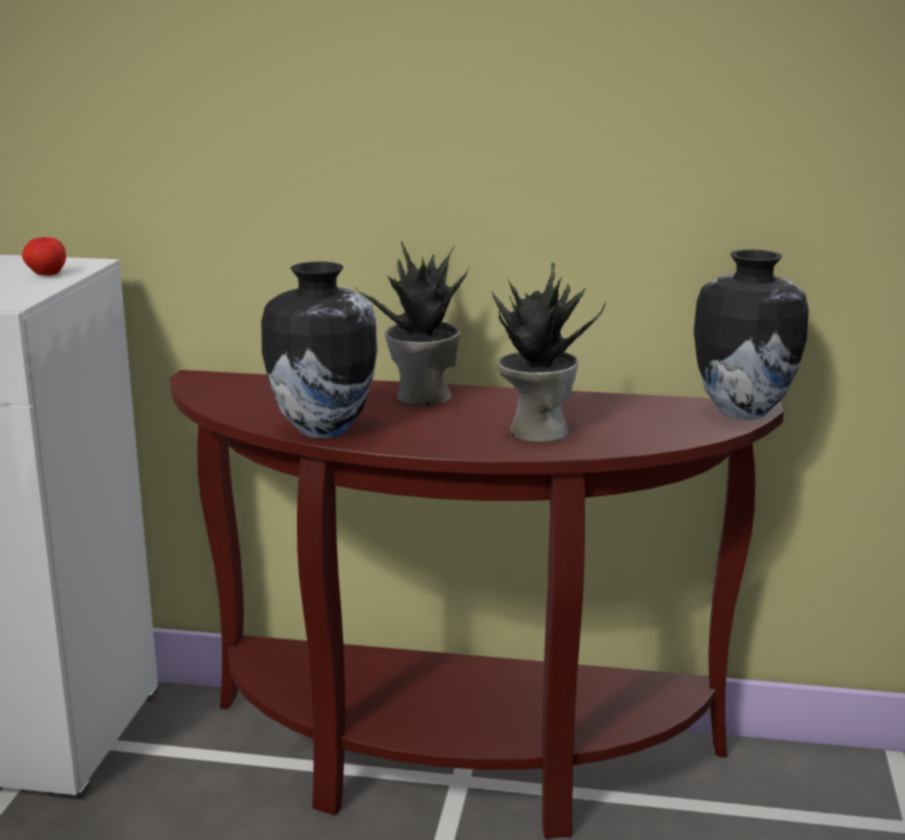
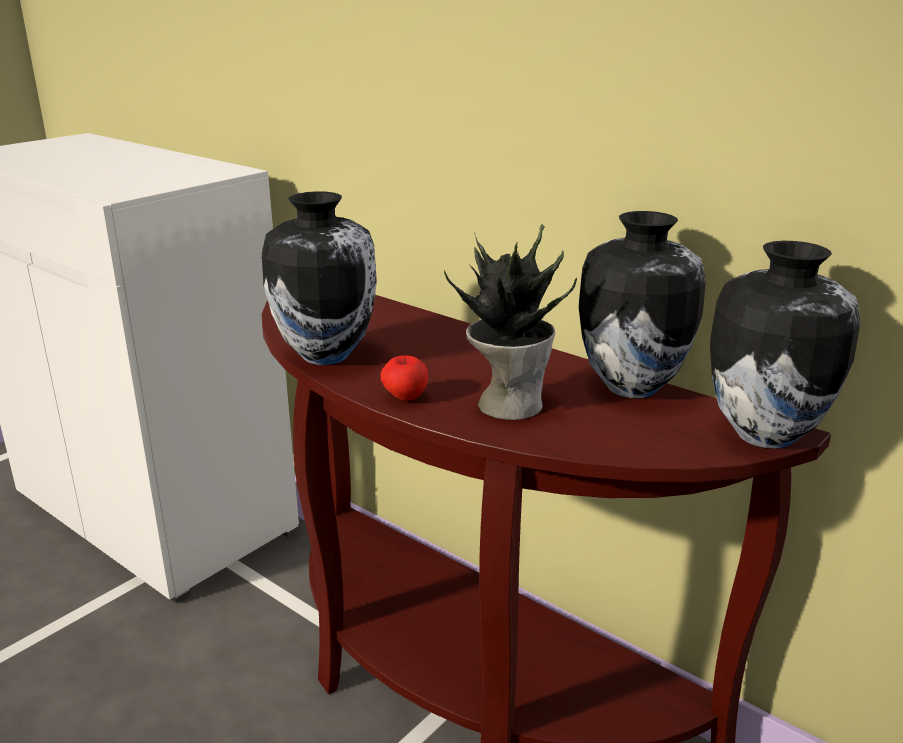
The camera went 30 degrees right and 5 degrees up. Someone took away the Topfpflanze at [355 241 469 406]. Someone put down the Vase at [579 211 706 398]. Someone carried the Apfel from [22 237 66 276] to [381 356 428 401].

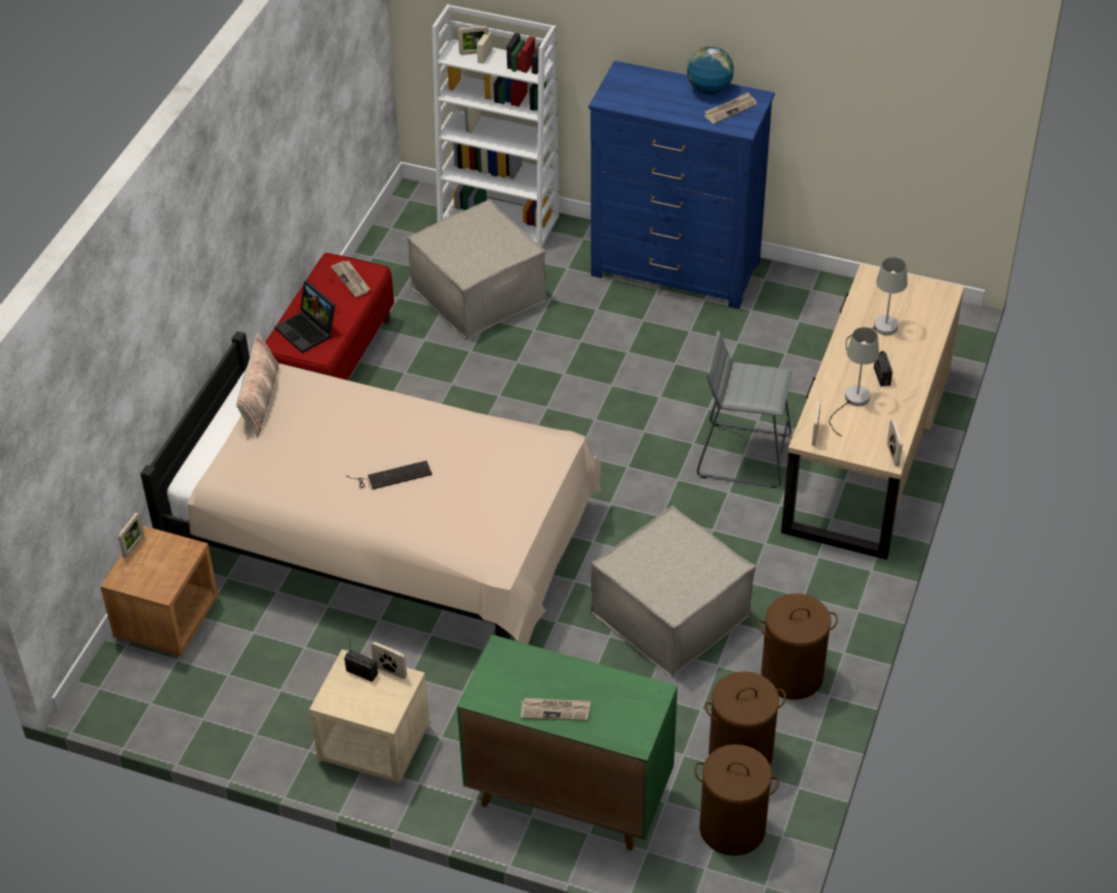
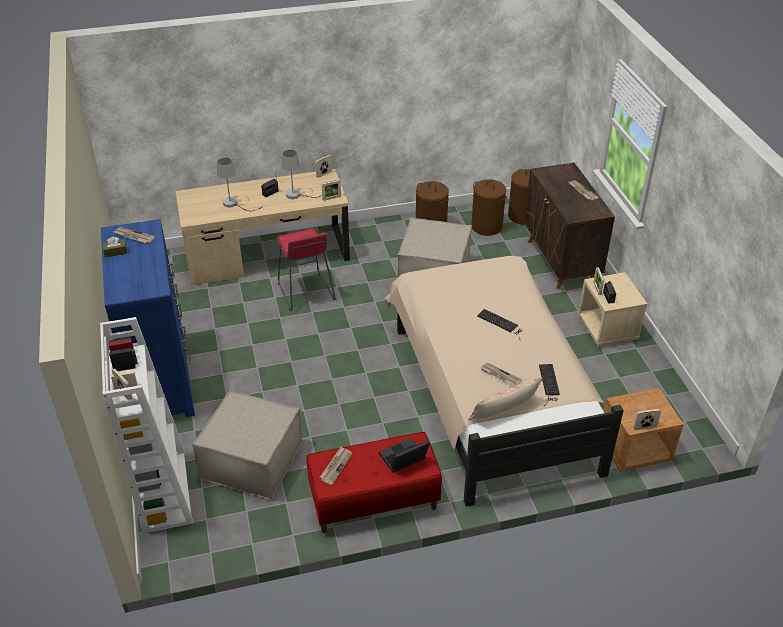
The camera went 125 degrees left and 5 degrees down. Someone put down the Zeitung at [480 363 522 387]. Someone put down the Tastatur at [539 364 560 406]. Someone swapped the Globus at [687 47 734 94] for the Taschentuchbox [braun] at [103 237 127 257]. Someone repainted the Schrank [grün] at [457 635 677 850], which became the Schrank [braun] at [524 163 615 289]. Someone repainted the Hocker [grau] at [697 330 792 488], which became the Hocker [rot] at [277 228 336 311]. Someone rotated the Laptop at [275 281 335 353] by 135 degrees counterclockwise.

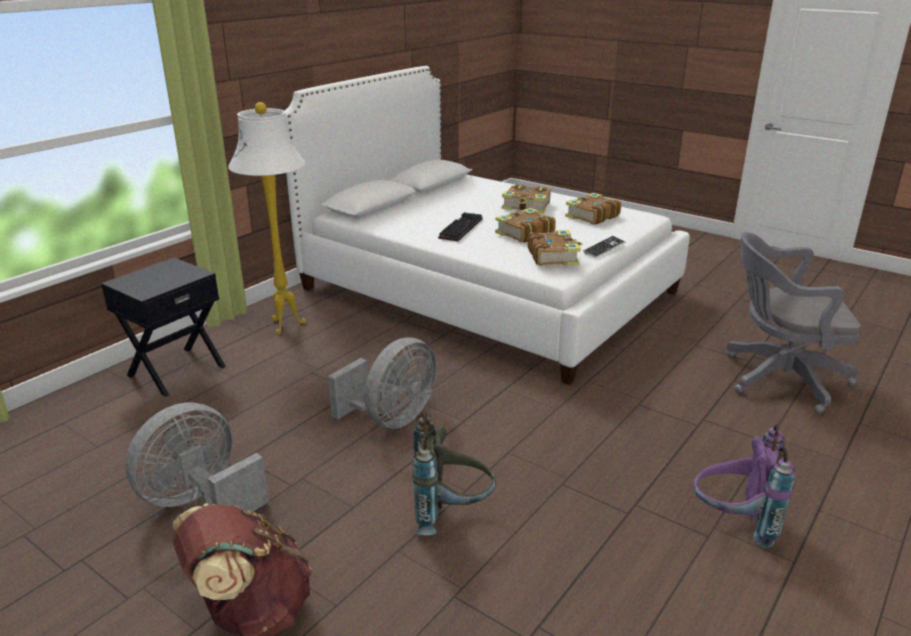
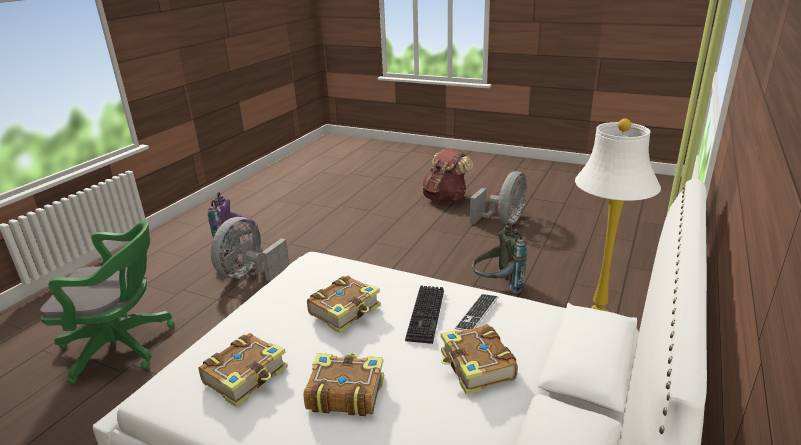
The camera went 170 degrees right and 0 degrees up. Someone took away the Nachttisch [schwarz] at [101 258 226 397]. Someone carried the Ventilator [grau] from [328 337 436 429] to [211 217 290 282]. Someone carried the Rucksack [grau] from [413 413 496 535] to [472 222 527 293]. Someone carried the Buch from [528 230 583 266] to [441 324 518 394]. Someone carried the Tastatur from [583 236 626 258] to [455 294 499 331]. Someone repainted the Bürostuhl [grau] at [726 232 861 414], which became the Bürostuhl [grün] at [40 221 175 384].

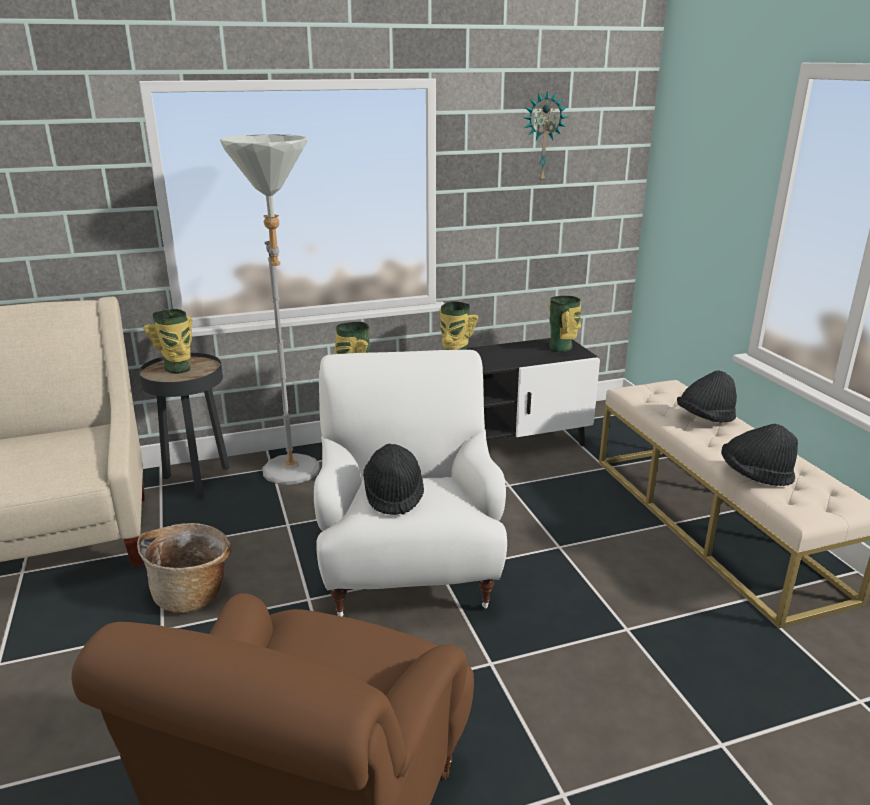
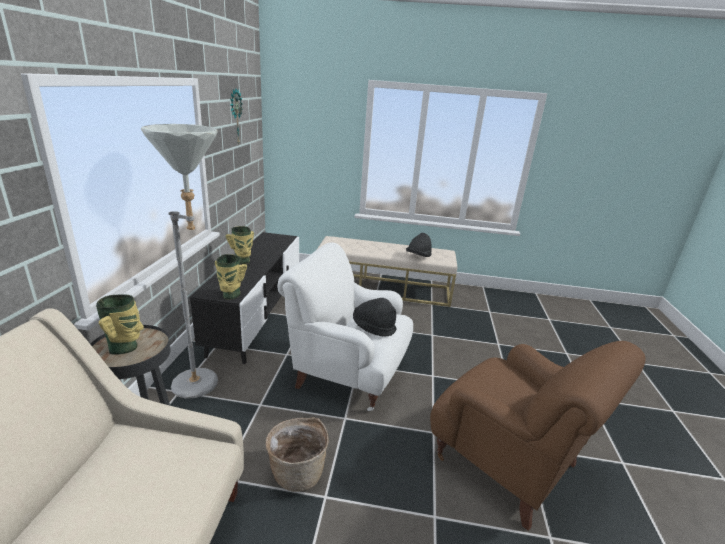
The camera went 65 degrees left and 0 degrees up. Someone took away the Vase at [548 296 581 352]. Someone took away the Hut [schwarz] at [677 371 737 423].

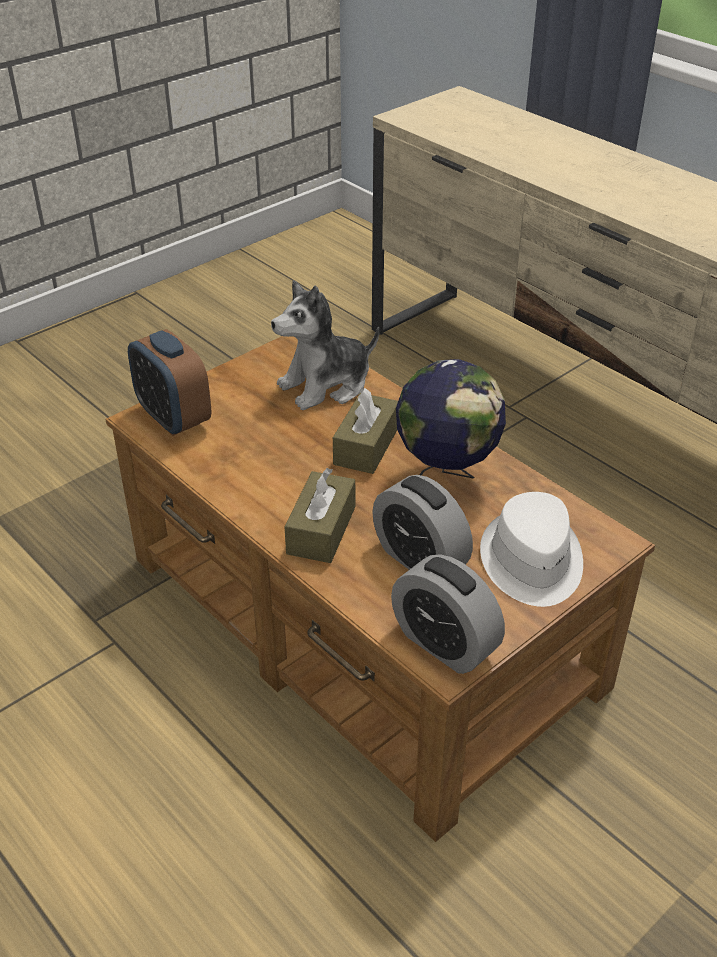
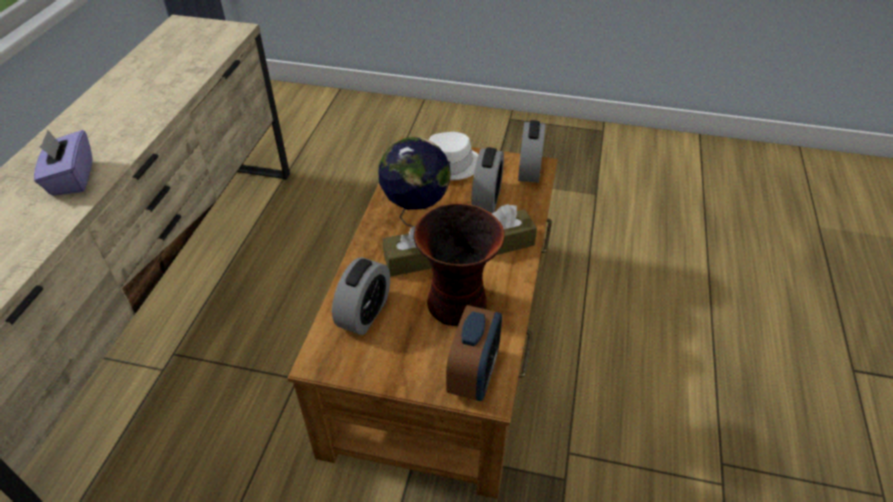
The camera went 125 degrees left and 5 degrees up. Someone put down the Taschentuchbox [lila] at [34 130 93 196]. Someone put down the Vase at [414 203 505 326]. Someone swapped the Plüschtier at [271 280 380 410] for the Wecker at [332 257 390 335].

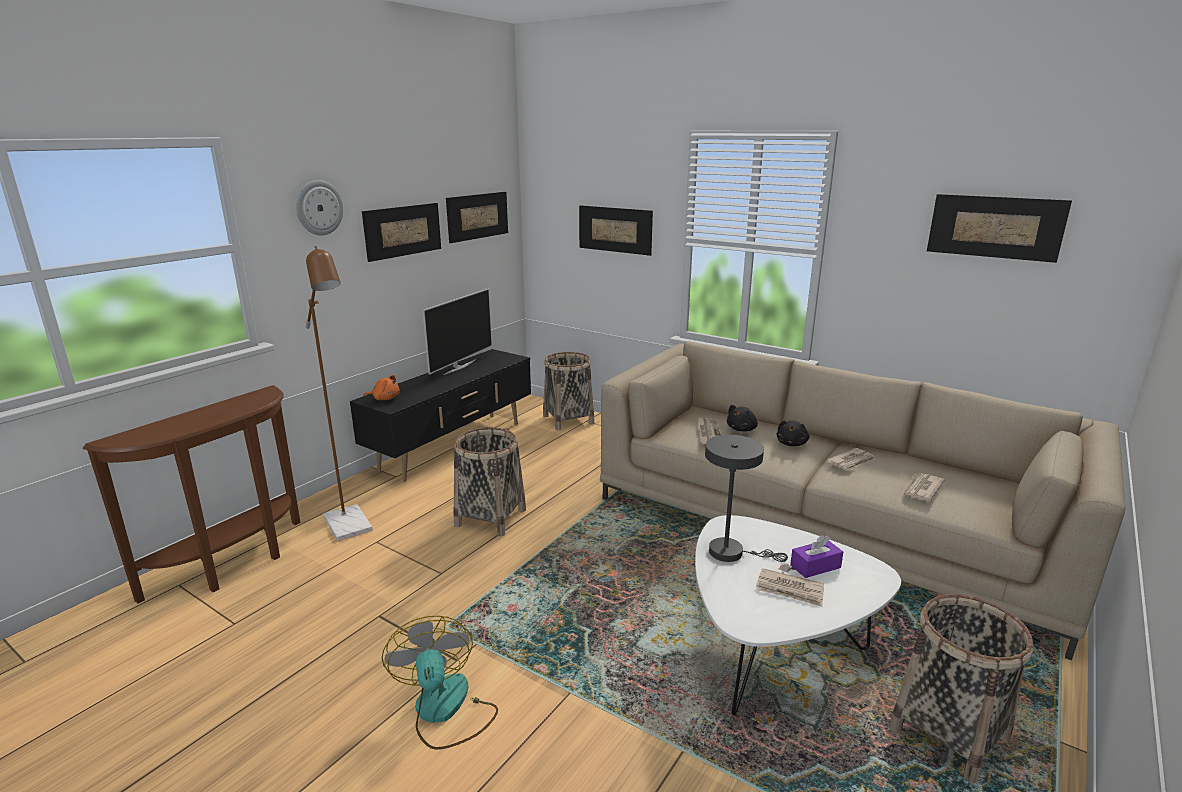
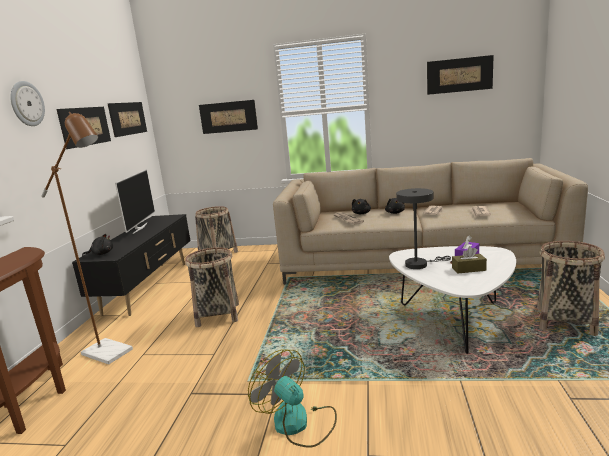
The camera went 25 degrees left and 5 degrees down. Someone swapped the Zeitung at [756 568 824 607] for the Taschentuchbox [braun] at [452 246 487 273]. Someone repainted the Plüschtier [orange] at [364 375 400 400], which became the Plüschtier [schwarz] at [82 234 113 256].

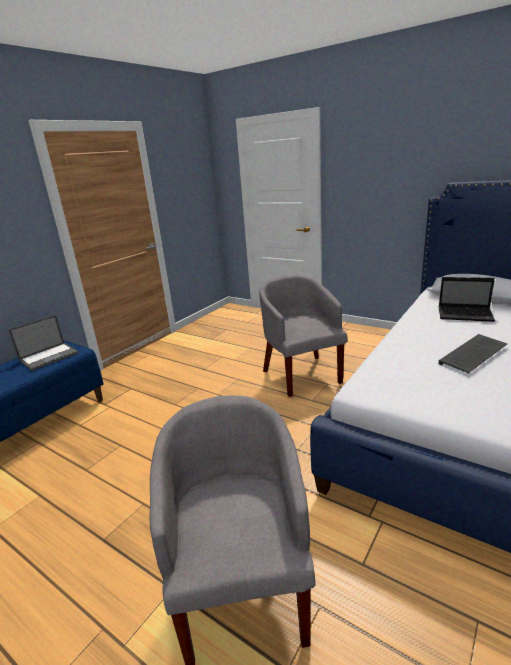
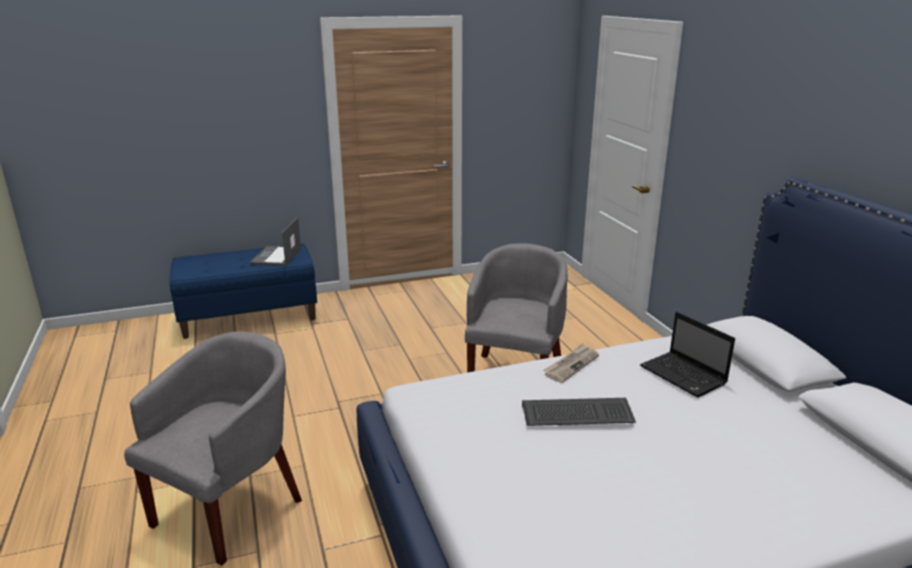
The camera went 35 degrees right and 0 degrees up. Someone put down the Zeitung at [543 343 599 383]. Someone rotated the Laptop at [8 315 79 371] by 105 degrees clockwise.

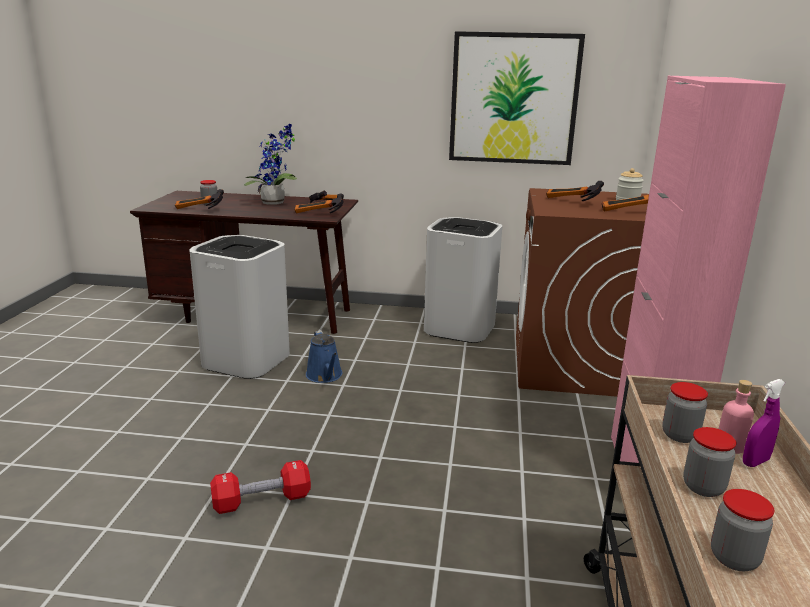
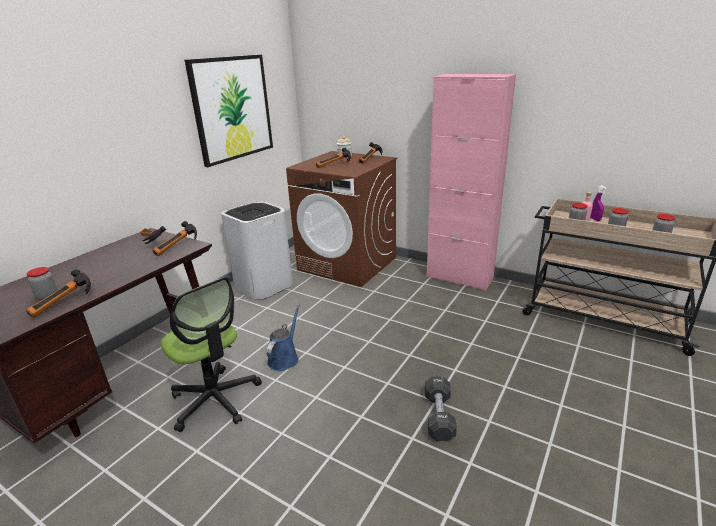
The camera went 65 degrees left and 5 degrees up. Someone took away the Topfpflanze at [244 124 297 205]. Someone swapped the Mülleimer [weiß] at [189 235 290 379] for the Bürostuhl at [161 277 262 432]. Someone repainted the Hantel [rot] at [210 460 311 514], which became the Hantel [schwarz] at [425 376 457 441]. Someone rotated the Gießkanne [blau] at [306 330 343 383] by 75 degrees counterclockwise.

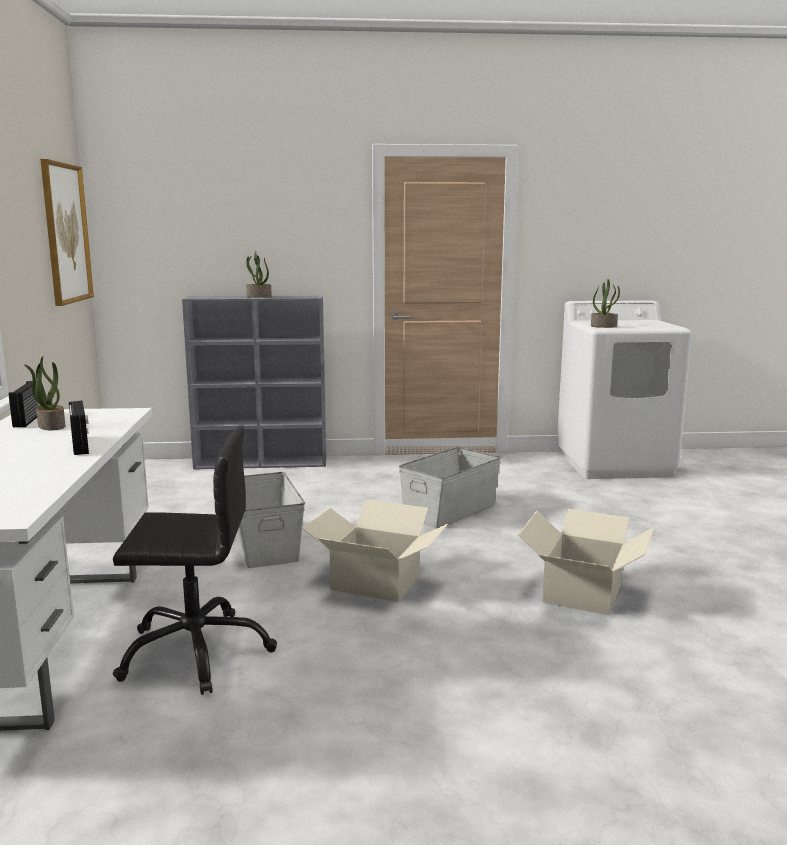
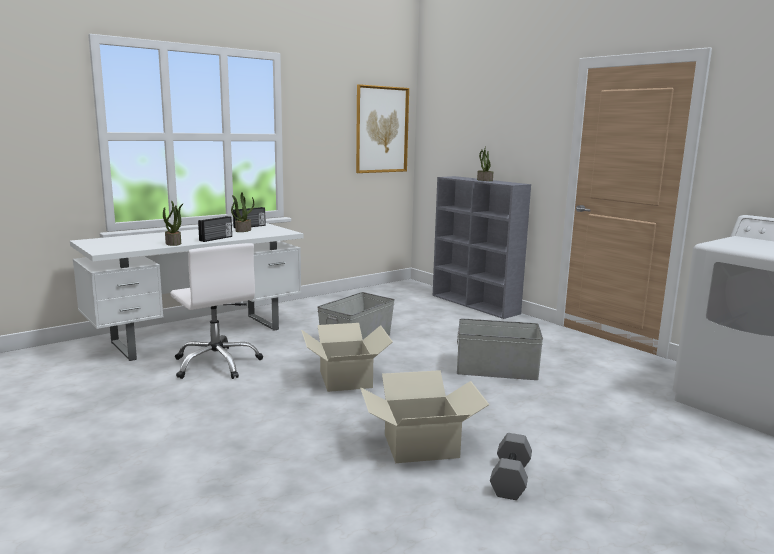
The camera went 55 degrees right and 0 degrees up. Someone put down the Hantel [grau] at [490 433 532 500]. Someone carried the Topfpflanze from [591 279 620 328] to [163 200 184 246]. Someone repainted the Bürostuhl [schwarz] at [113 427 277 695], which became the Bürostuhl [weiß] at [170 243 263 379].

